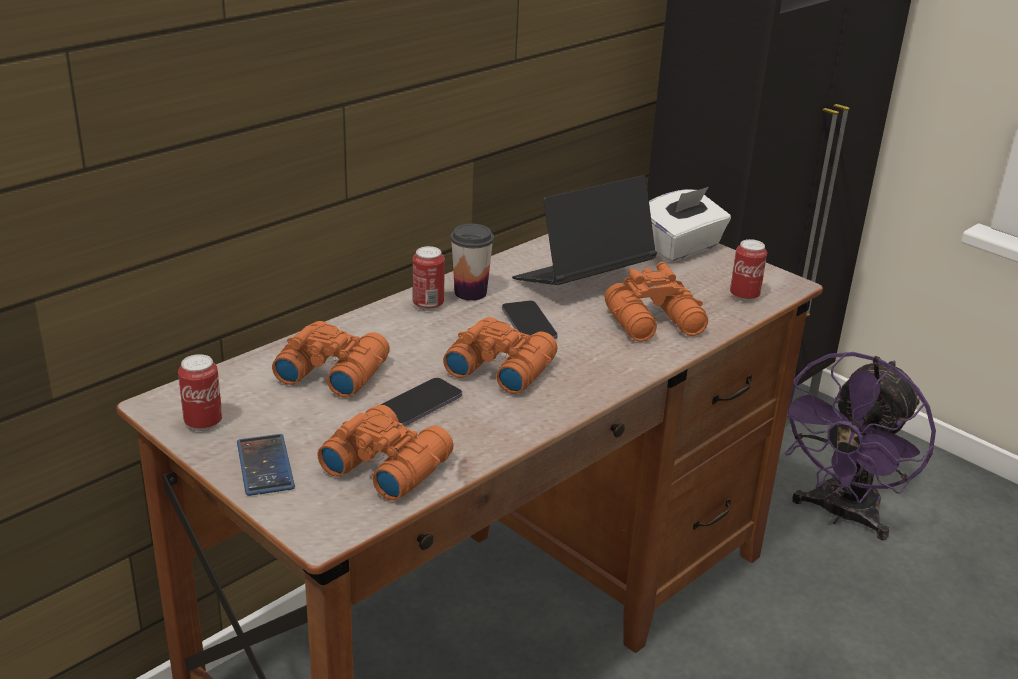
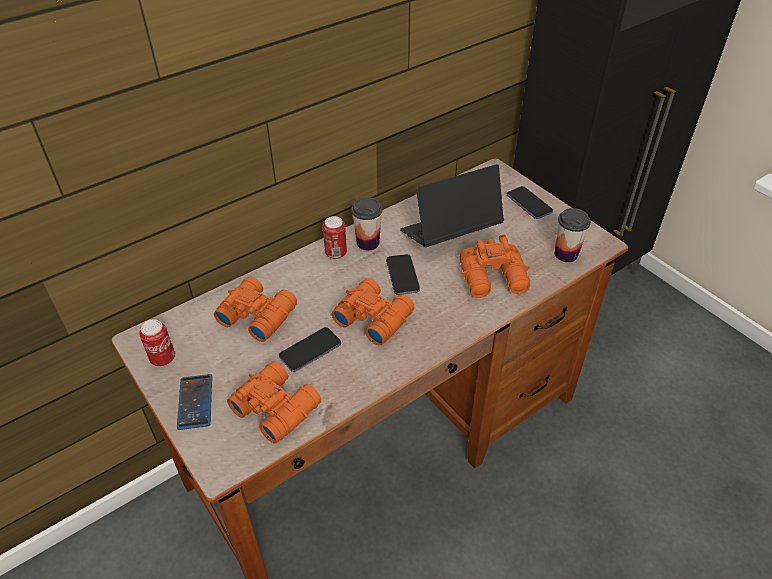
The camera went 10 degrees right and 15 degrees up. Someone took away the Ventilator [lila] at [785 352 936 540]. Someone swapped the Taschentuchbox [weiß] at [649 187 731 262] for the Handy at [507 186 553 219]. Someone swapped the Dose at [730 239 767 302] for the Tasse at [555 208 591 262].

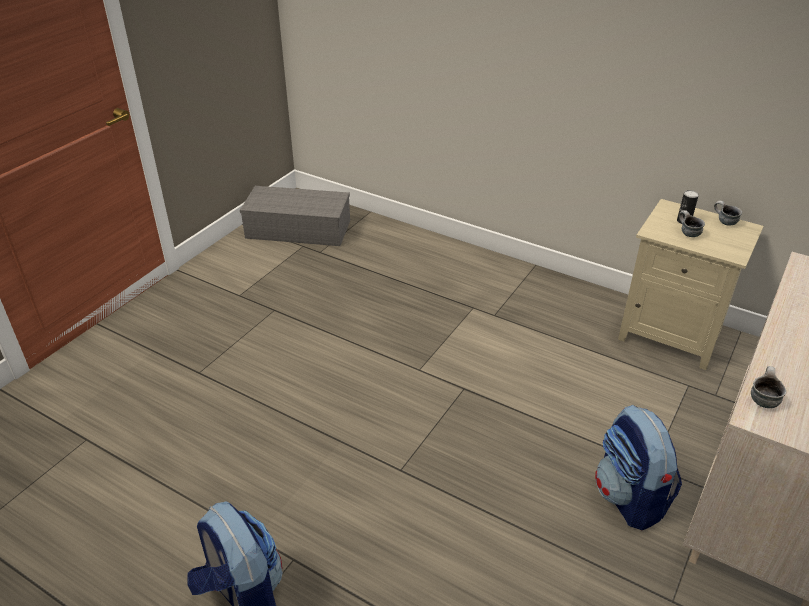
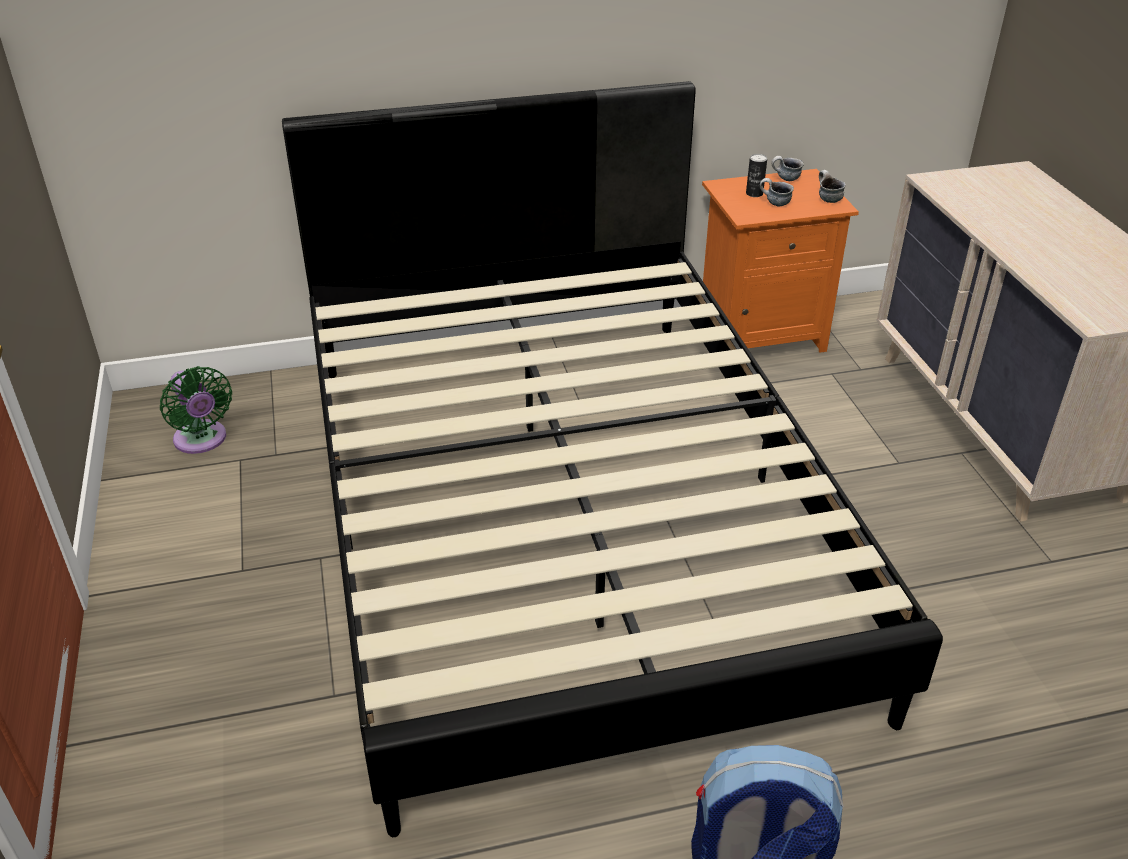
The camera went 45 degrees left and 0 degrees up. Someone took away the Rucksack at [595 405 682 530]. Someone put down the Bett [schwarz] at [282 81 943 837]. Someone carried the Henkelbecher from [751 366 786 408] to [819 170 846 203]. Someone swapped the Aufbewahrungsbox [grau] at [240 186 350 246] for the Ventilator [grün] at [160 366 232 454]. Someone repainted the Nachttisch [beige] at [618 199 764 370], which became the Nachttisch [orange] at [702 169 859 353].

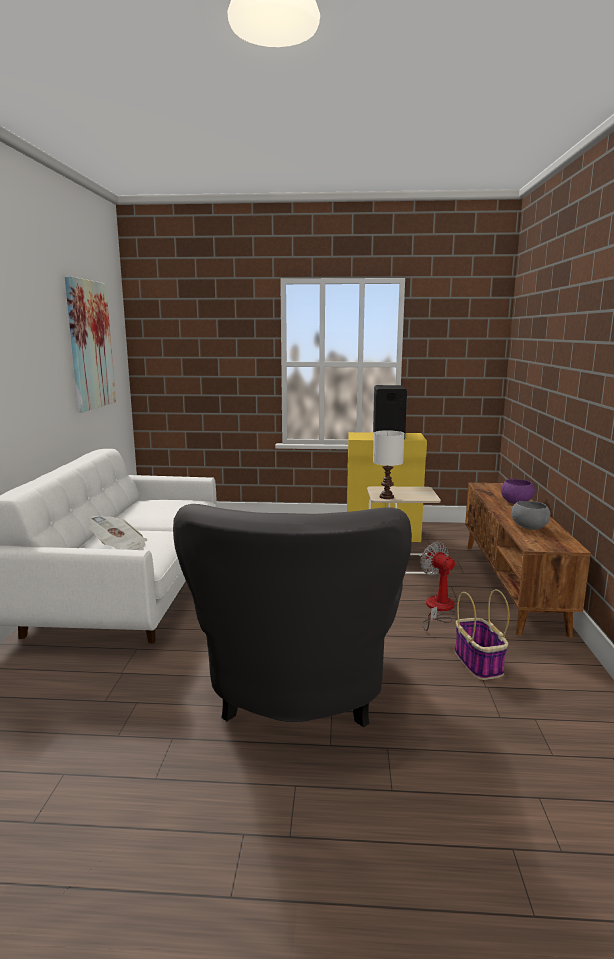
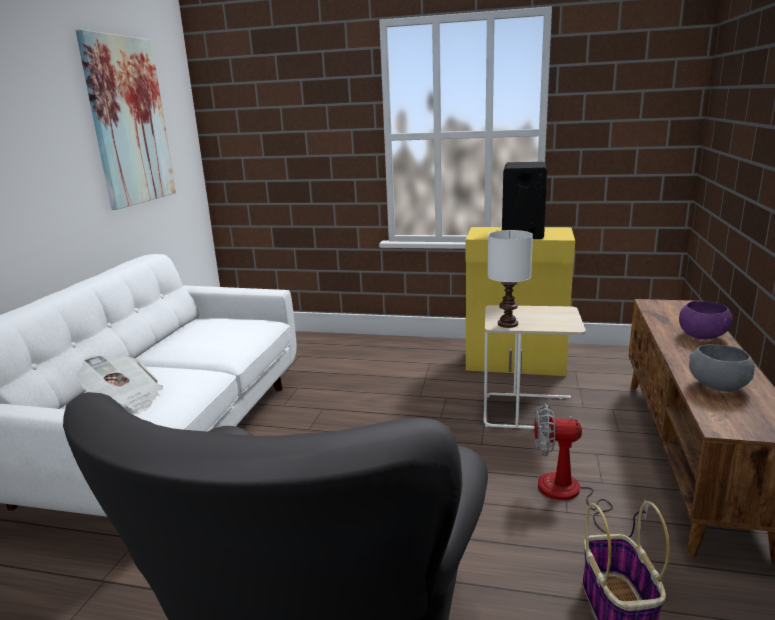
The camera went 10 degrees right and 5 degrees up. Someone rotated the Ventilator at [421 542 456 631] by 60 degrees counterclockwise.

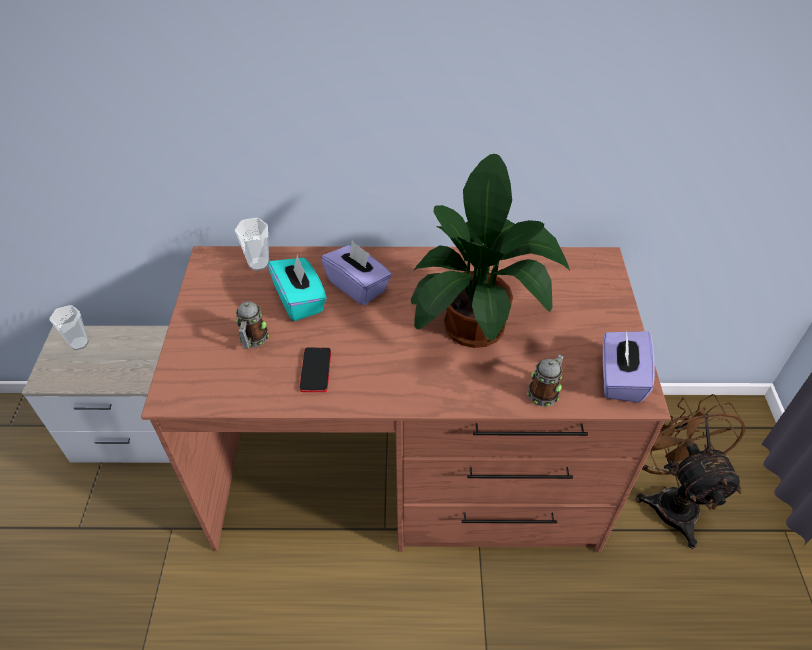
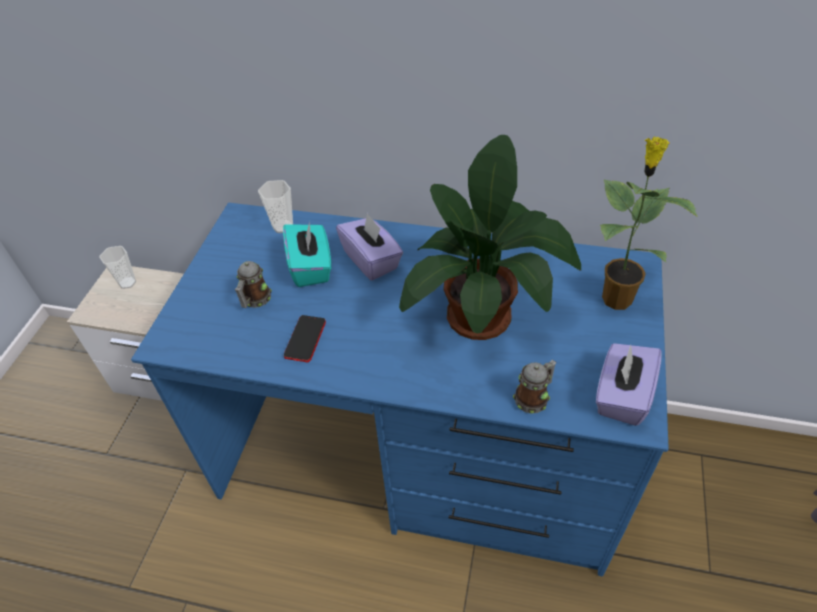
The camera went 15 degrees right and 0 degrees up. Someone took away the Ventilator [braun] at [635 394 745 549]. Someone put down the Topfpflanze at [600 136 698 310]. Someone repainted the Schreibtisch [braun] at [141 246 671 552], which became the Schreibtisch [blau] at [131 202 669 576].

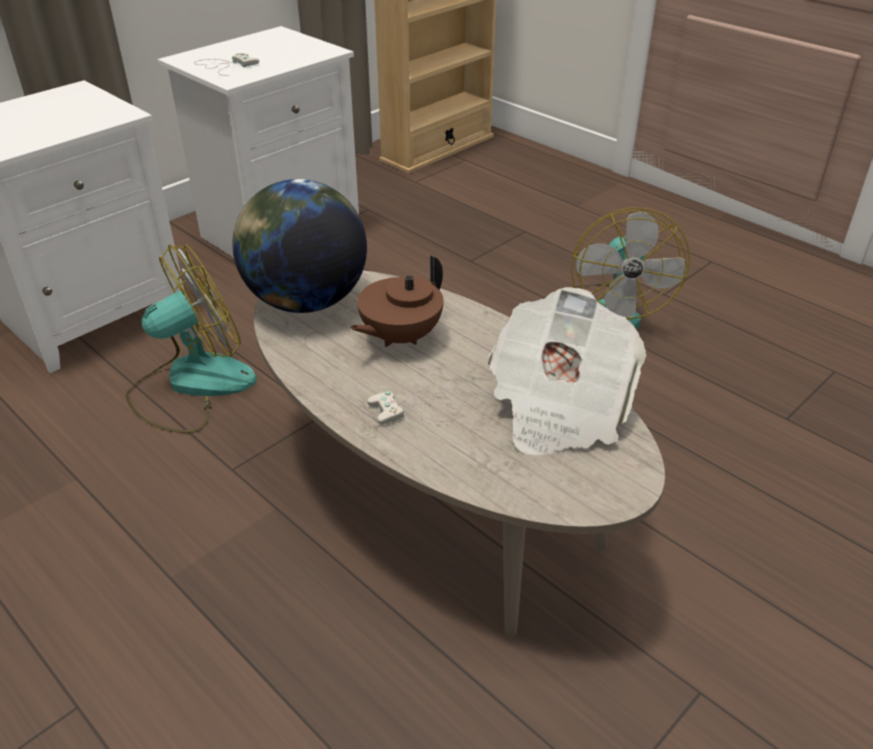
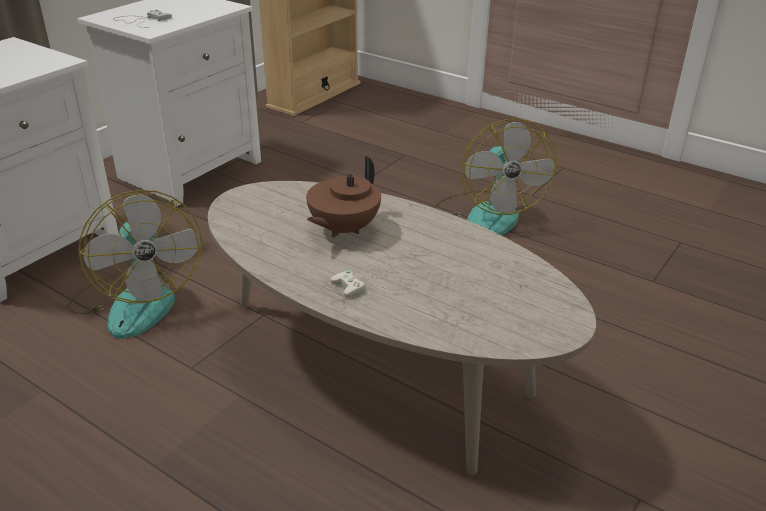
The camera went 10 degrees left and 5 degrees down. Someone took away the Globus at [233 179 367 313]. Someone took away the Zeitung at [488 287 646 455]. Someone rotated the Ventilator at [126 244 256 433] by 105 degrees clockwise.

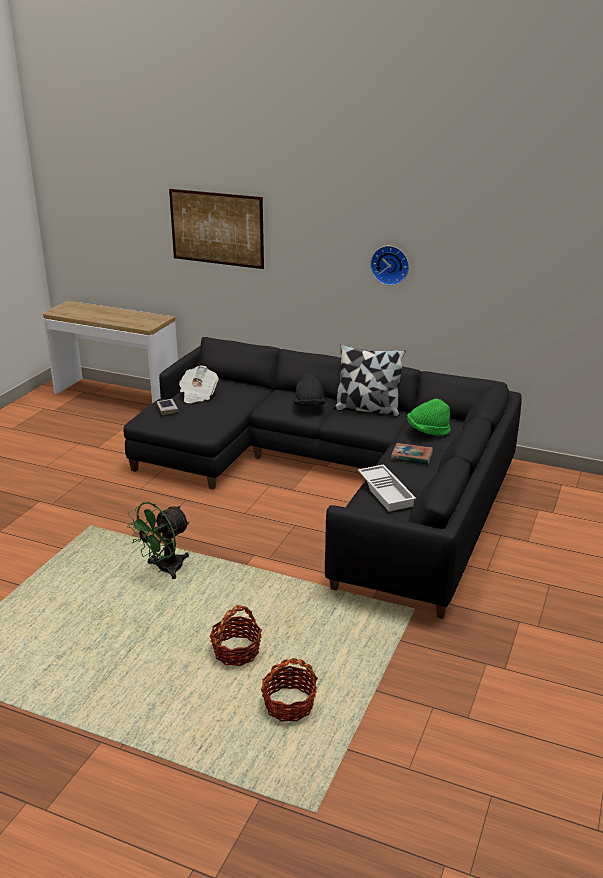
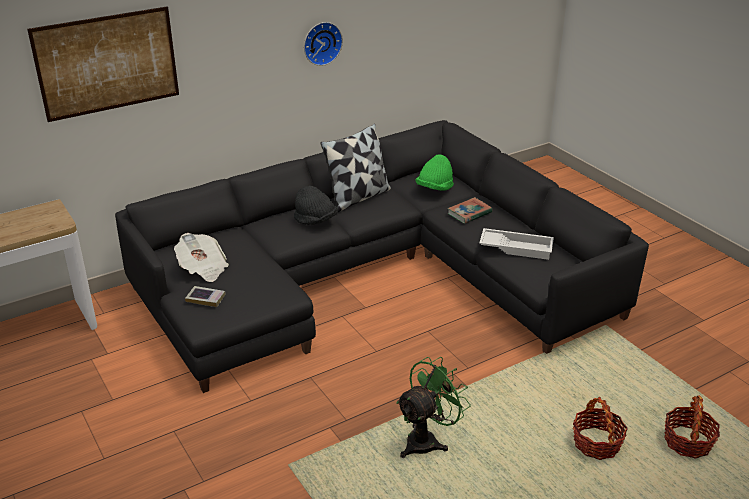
The camera went 55 degrees left and 5 degrees up. Someone rotated the Ventilator [grün] at [127 502 190 579] by 120 degrees counterclockwise.

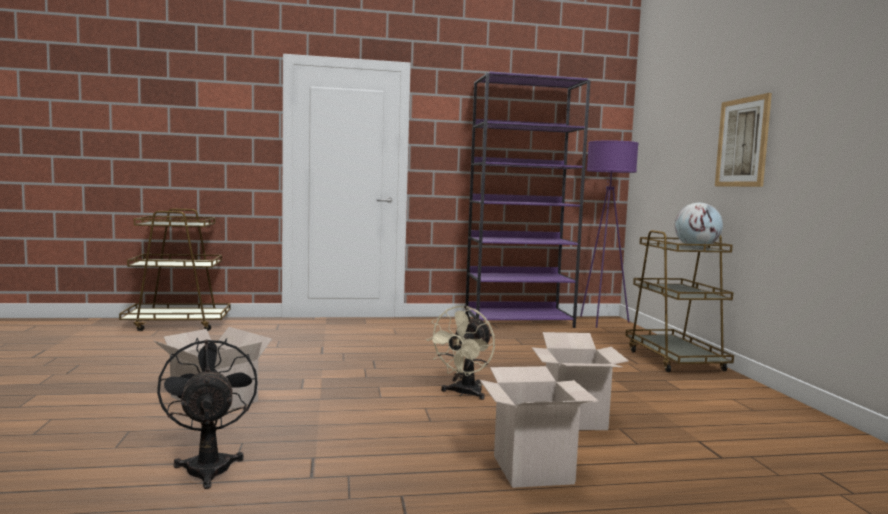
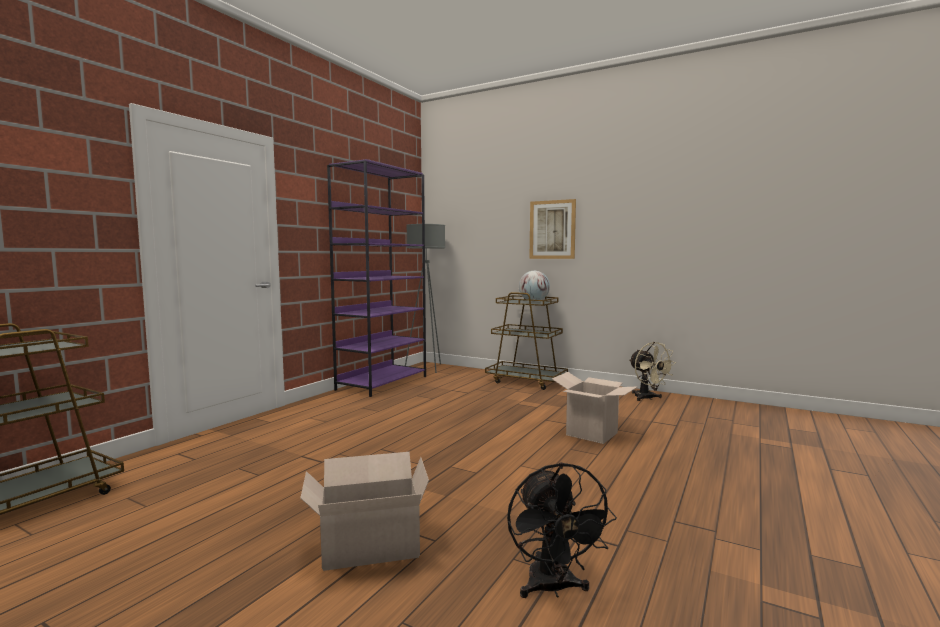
The camera went 50 degrees left and 0 degrees up. Someone took away the Karton at [480 366 599 488]. Someone carried the Ventilator [beige] from [427 306 495 400] to [629 342 676 401]. Someone repainted the Stehlampe [lila] at [580 140 639 328], which became the Stehlampe [grau] at [405 224 445 373]. Someone rotated the Ventilator [schwarz] at [157 338 258 489] by 120 degrees counterclockwise.

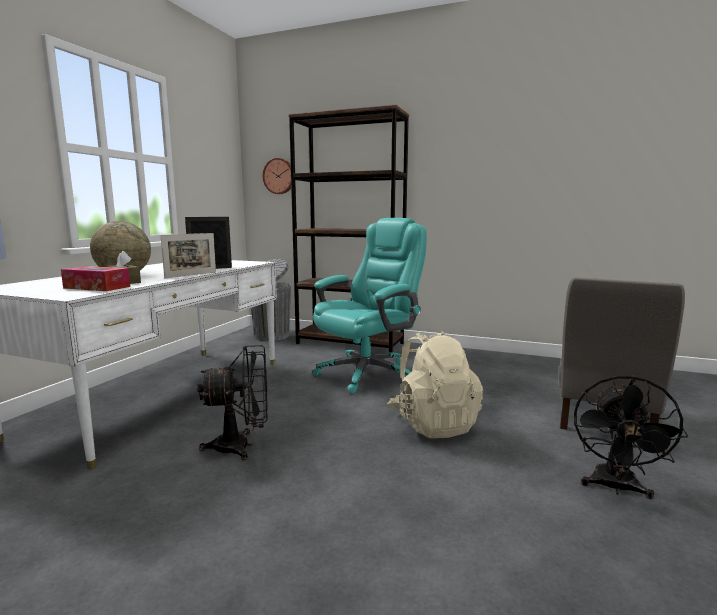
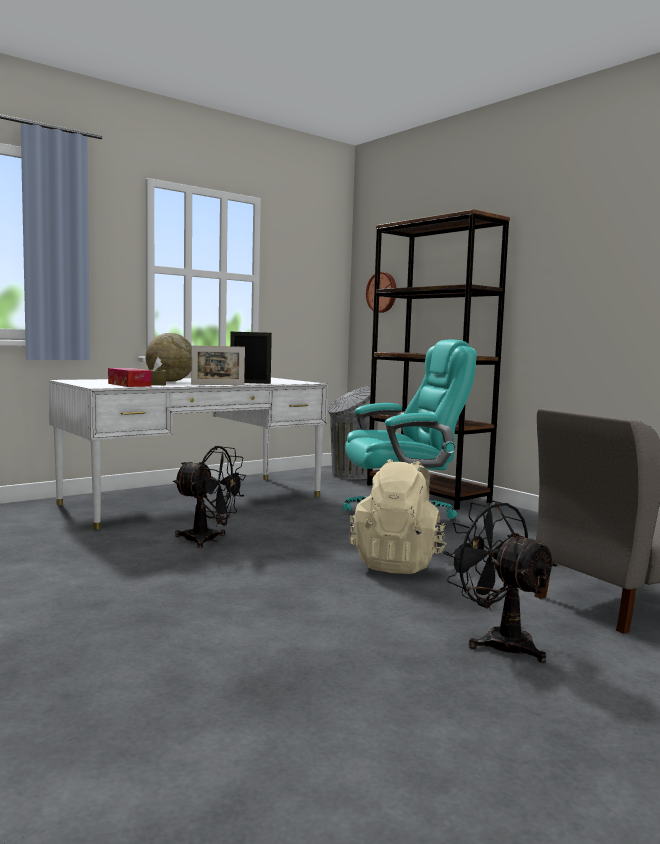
The camera went 30 degrees right and 5 degrees down. Someone rotated the Ventilator [schwarz] at [574 376 688 499] by 90 degrees clockwise.

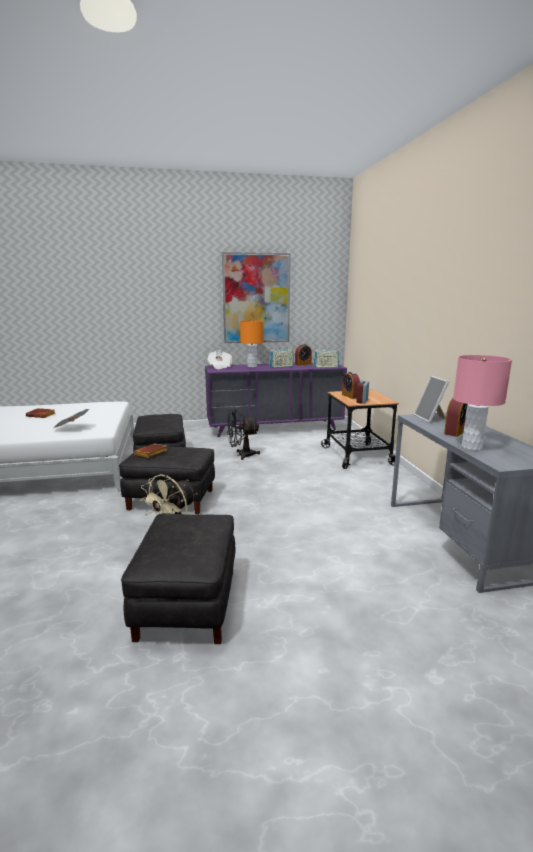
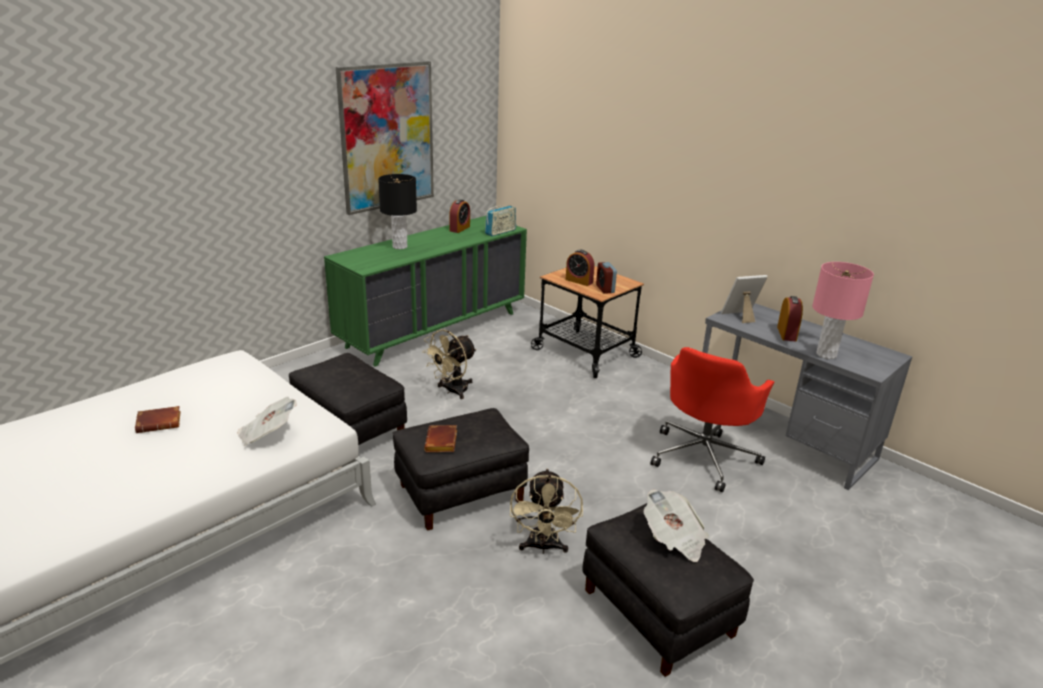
The camera went 35 degrees left and 10 degrees up. Someone took away the Radio at [269 348 294 368]. Someone put down the Bürostuhl [rot] at [651 347 774 492]. Someone carried the Zeitung from [207 350 232 369] to [644 489 709 562]. Someone repainted the Kommode [lila] at [205 362 347 437], which became the Kommode [grün] at [324 216 527 367]. Someone repainted the Ventilator [schwarz] at [227 409 260 460], which became the Ventilator [beige] at [422 329 477 399]. Someone repainted the Tischlampe [orange] at [240 320 264 367], which became the Tischlampe [schwarz] at [378 174 417 249]. Someone rotated the Bilderrahmen at [414 376 449 423] by 120 degrees clockwise.

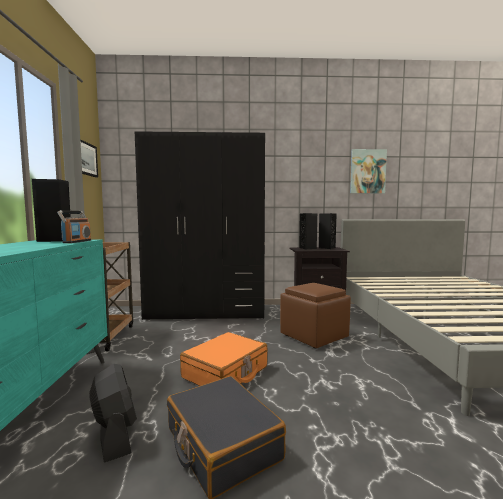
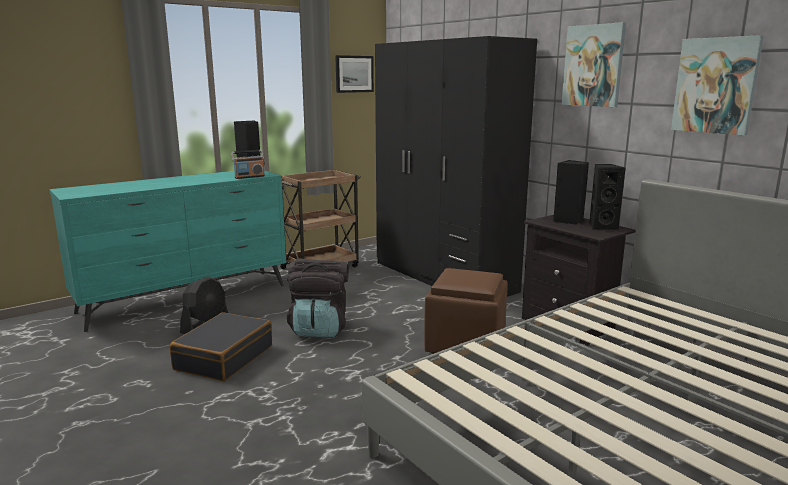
The camera went 55 degrees right and 10 degrees up. Someone put up the Bild at [561 22 626 107]. Someone swapped the Koffer [orange] at [180 332 268 386] for the Rucksack [schwarz] at [287 259 349 337].

